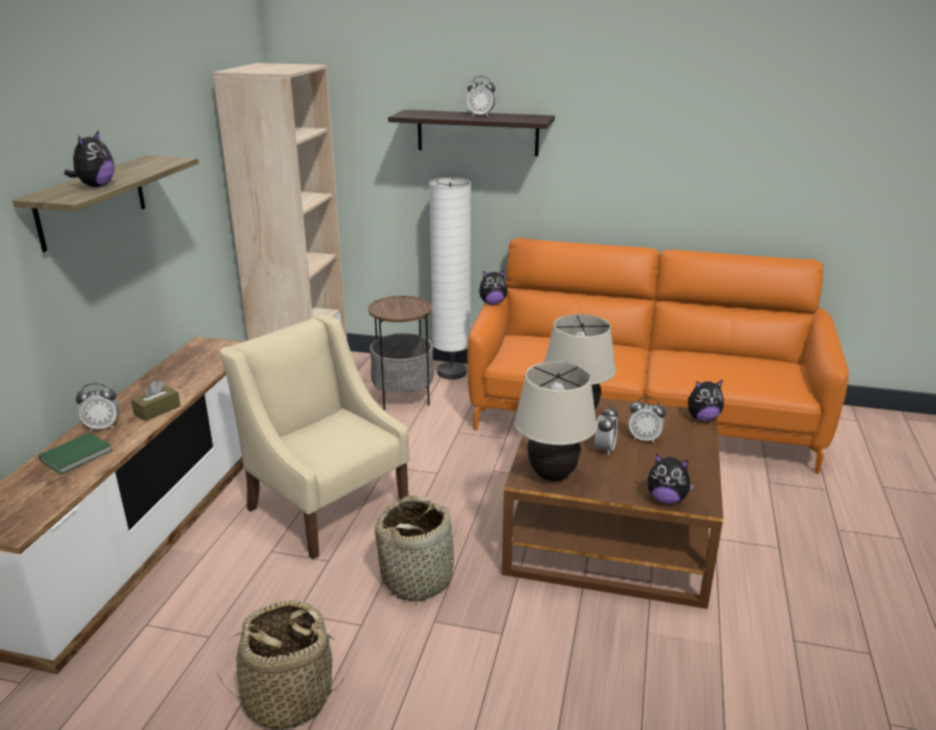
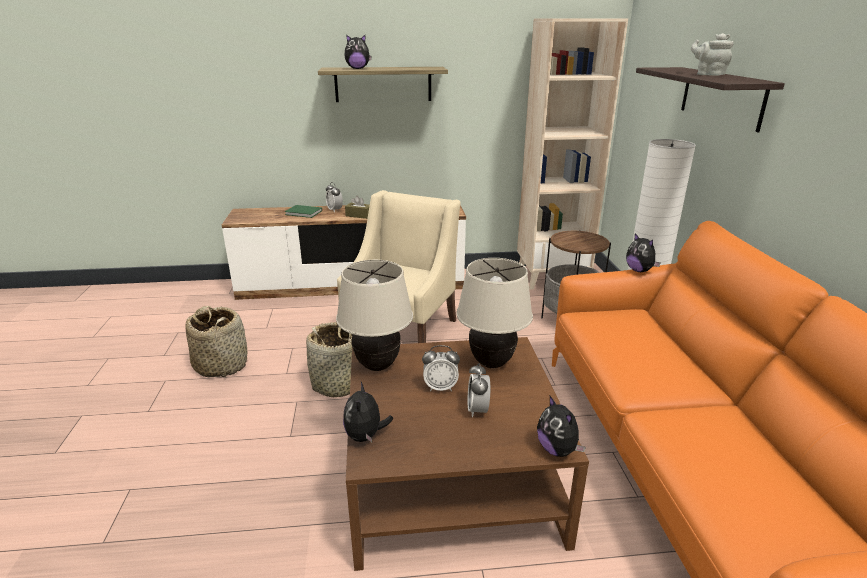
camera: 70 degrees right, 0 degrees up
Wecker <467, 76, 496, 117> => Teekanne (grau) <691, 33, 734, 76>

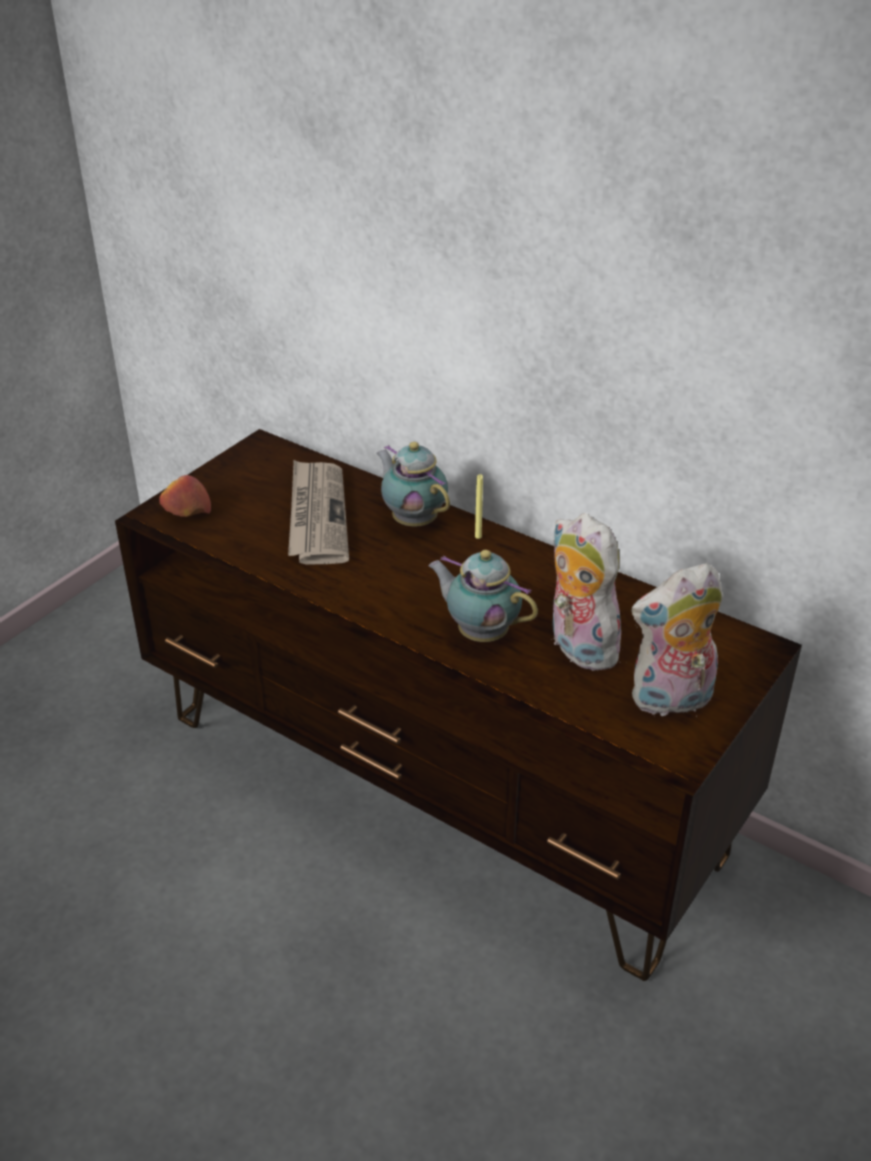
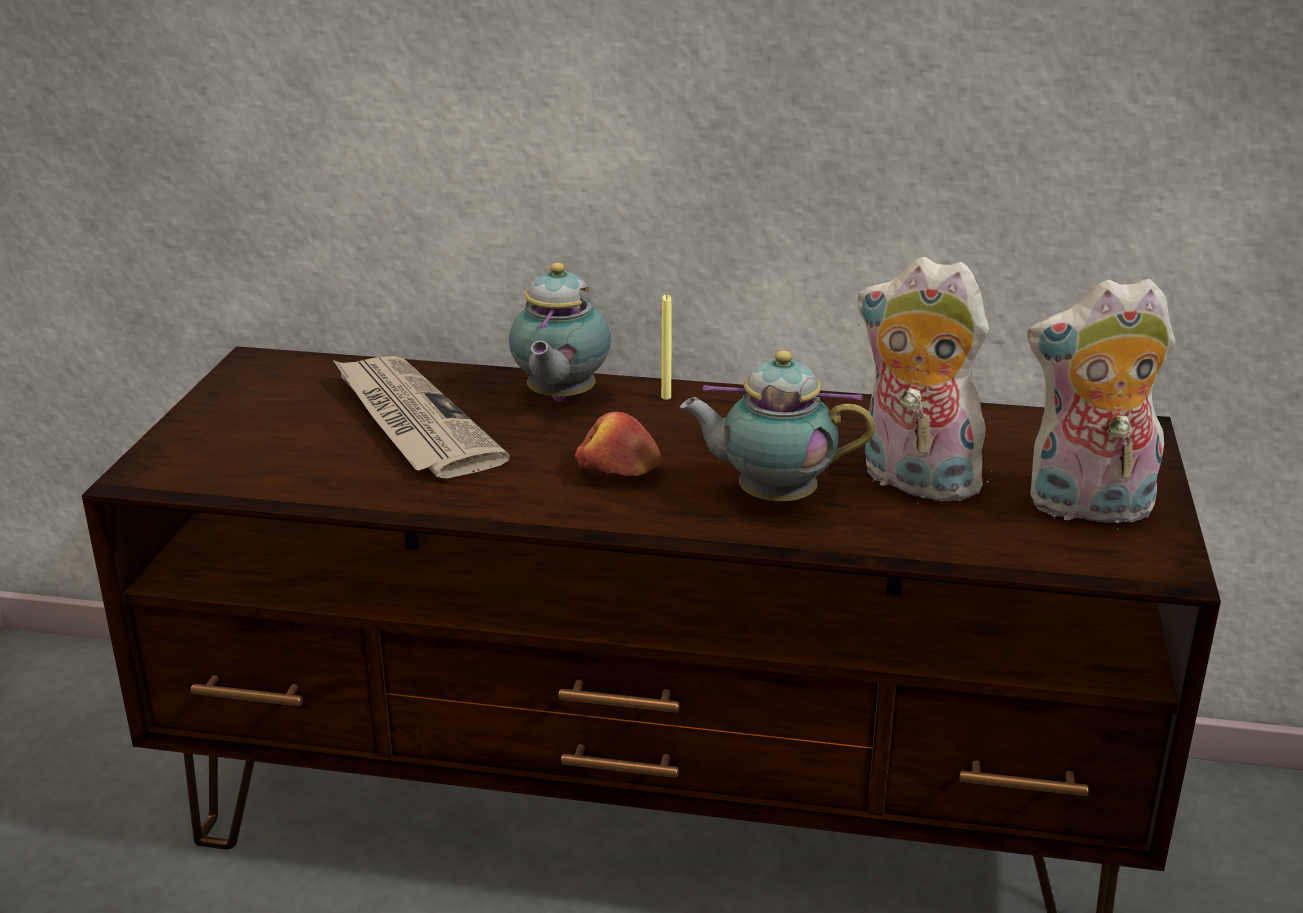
camera: 25 degrees left, 10 degrees down
Apfel <159, 475, 211, 517> => Apfel <575, 412, 662, 476>, move
Teekanne <377, 442, 450, 526> => Teekanne <509, 263, 611, 402>, 105 degrees counterclockwise
Plüschtier <631, 563, 724, 717> => Plüschtier <1027, 278, 1175, 523>, 45 degrees clockwise

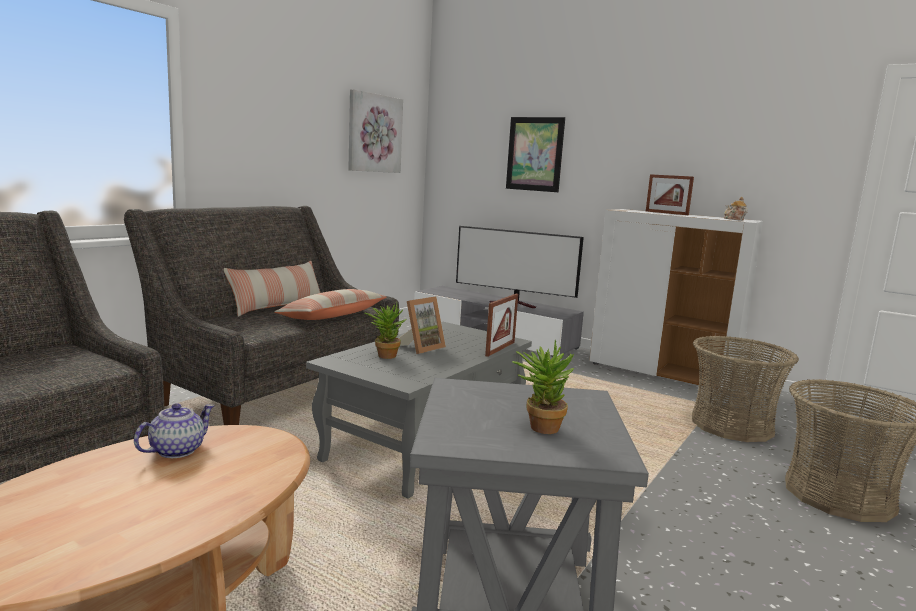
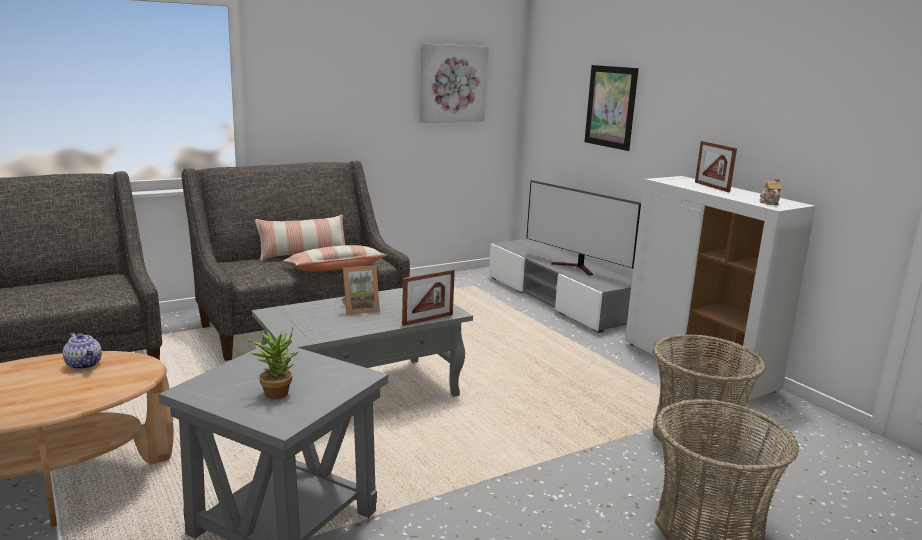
camera: 25 degrees right, 5 degrees up
Topfpflanze <364, 303, 407, 359> => nothing
Teekanne <134, 403, 215, 458> => Teekanne <63, 333, 102, 370>, 75 degrees clockwise

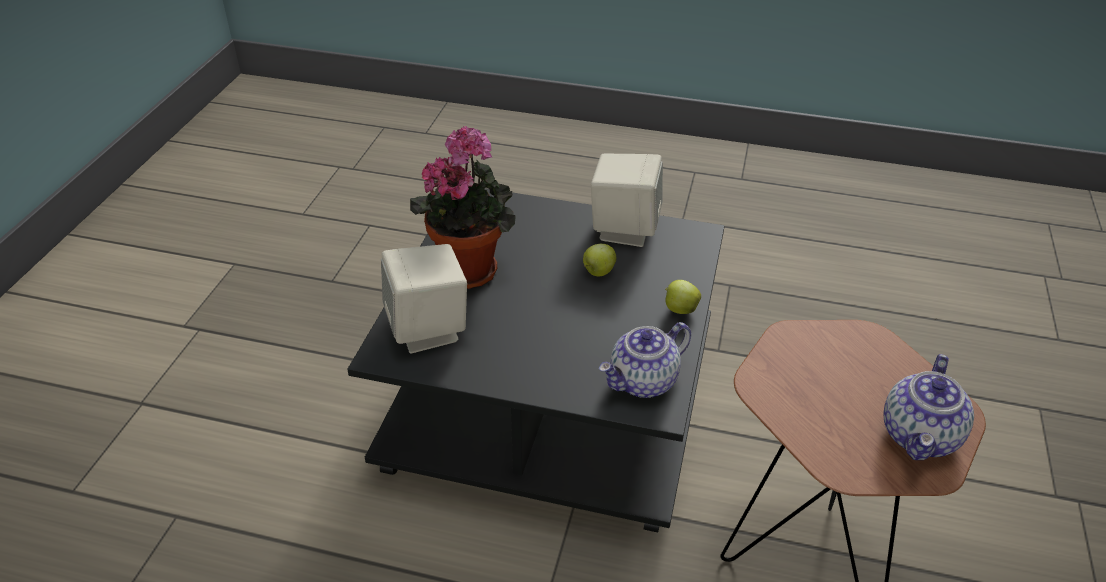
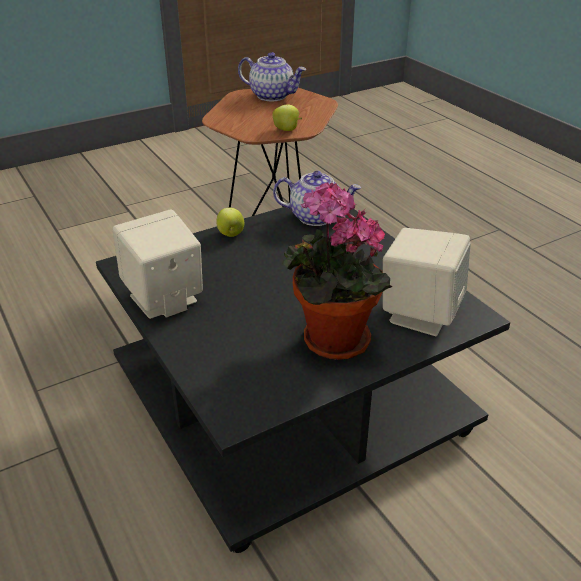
camera: 135 degrees left, 5 degrees down
Apfel <583, 244, 616, 276> => Apfel <272, 104, 302, 131>, move
Teekanne <883, 354, 974, 460> => Teekanne <238, 52, 307, 101>, 45 degrees clockwise

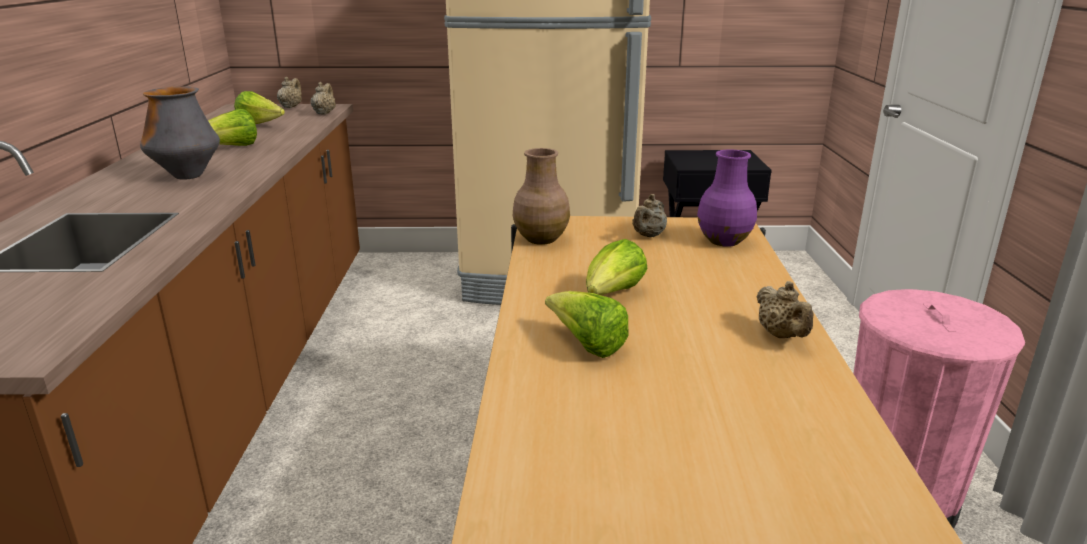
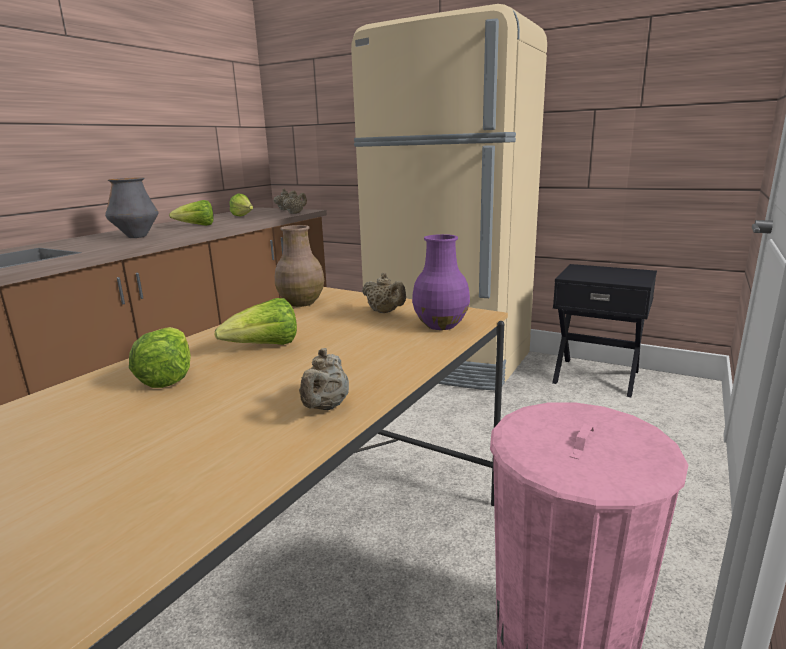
camera: 30 degrees right, 5 degrees down
Teekanne (beige) <632, 194, 667, 237> => Teekanne (beige) <362, 273, 406, 313>, 105 degrees counterclockwise

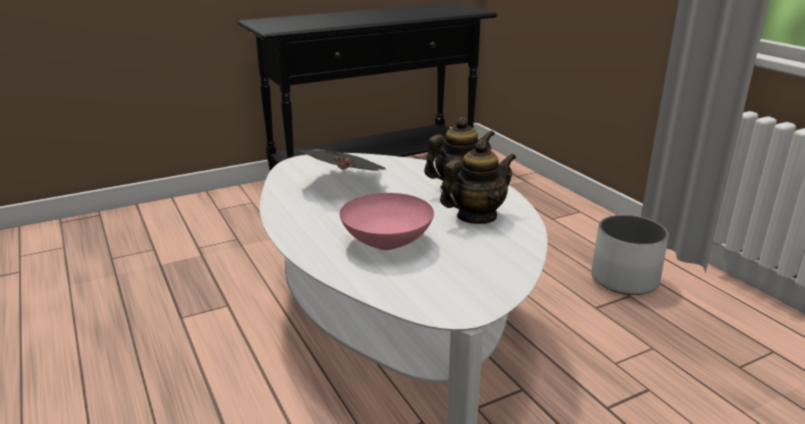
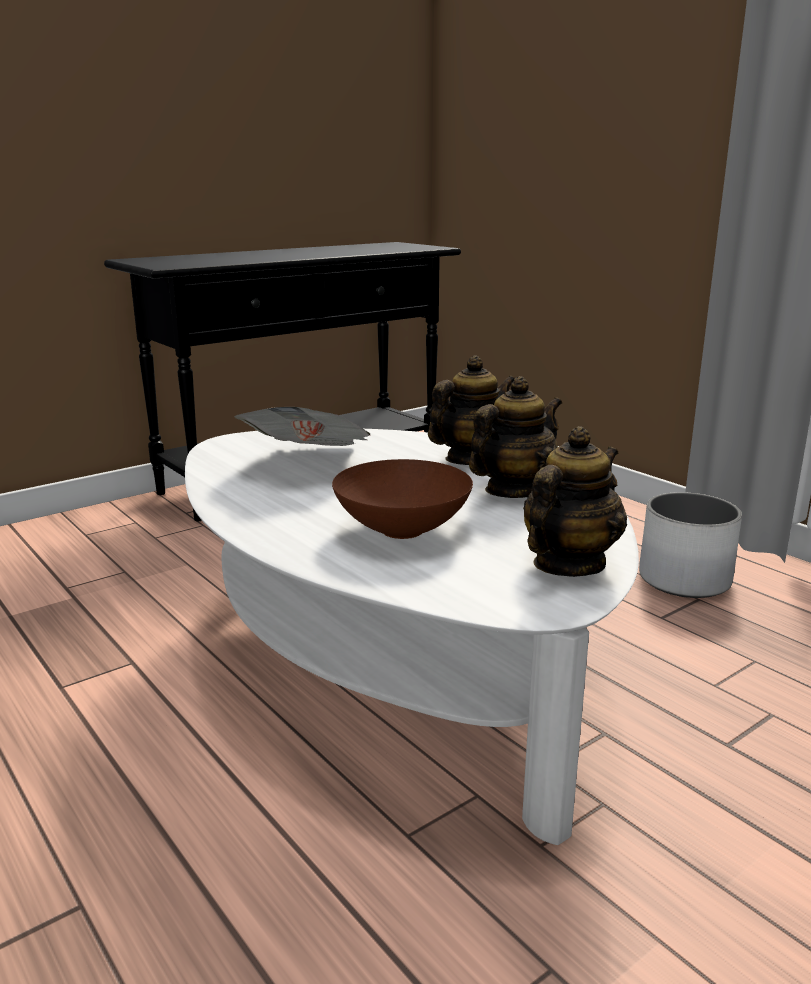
camera: 10 degrees left, 5 degrees down
nothing => Teekanne <523, 426, 627, 577>
Schüssel (rosa) <339, 193, 434, 250> => Schüssel (braun) <332, 459, 473, 539>

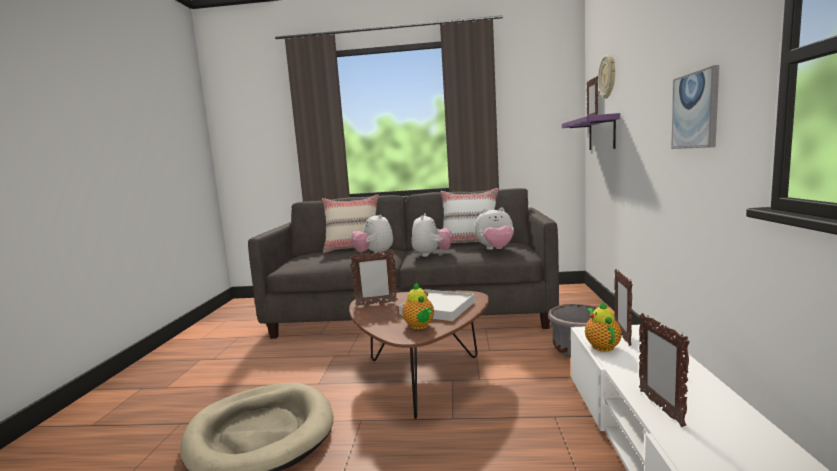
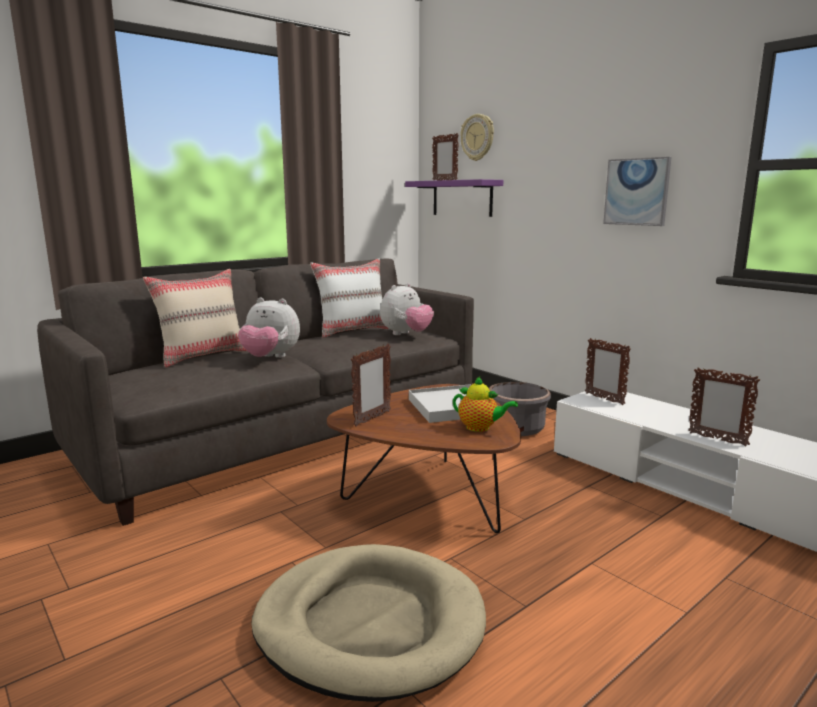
camera: 45 degrees left, 5 degrees up
Plüschtier <411, 213, 452, 257> => nothing
Teekanne <585, 301, 622, 352> => nothing

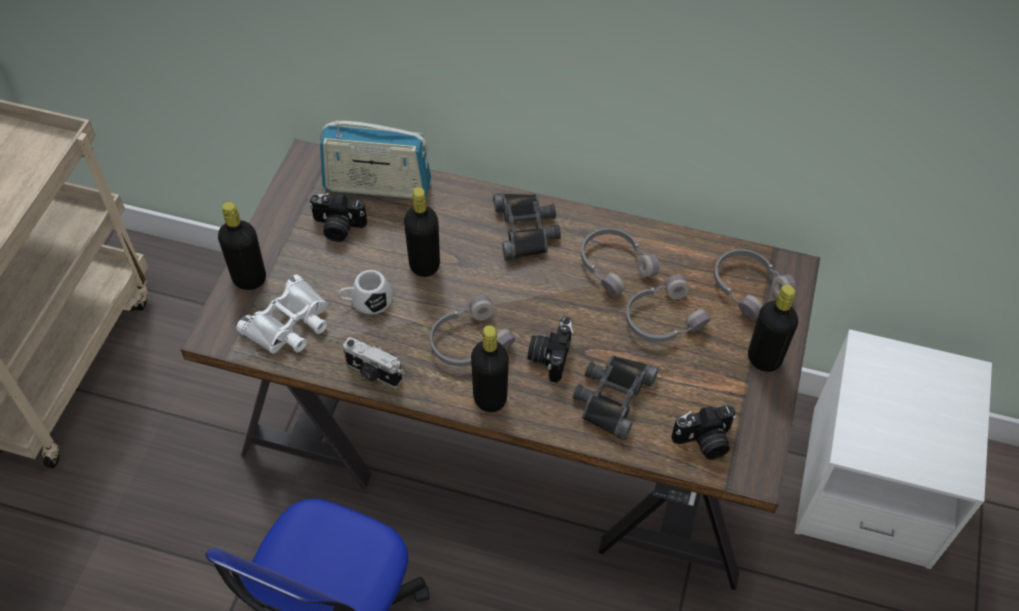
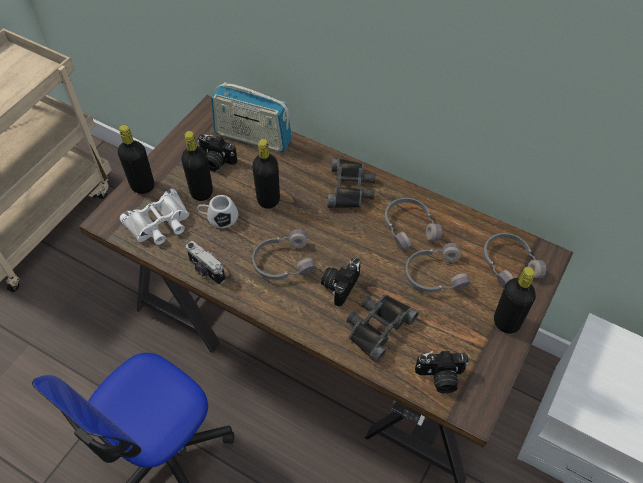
camera: 15 degrees right, 0 degrees up
Flasche (schwarz) <471, 325, 509, 412> => Flasche (schwarz) <181, 131, 213, 201>, move

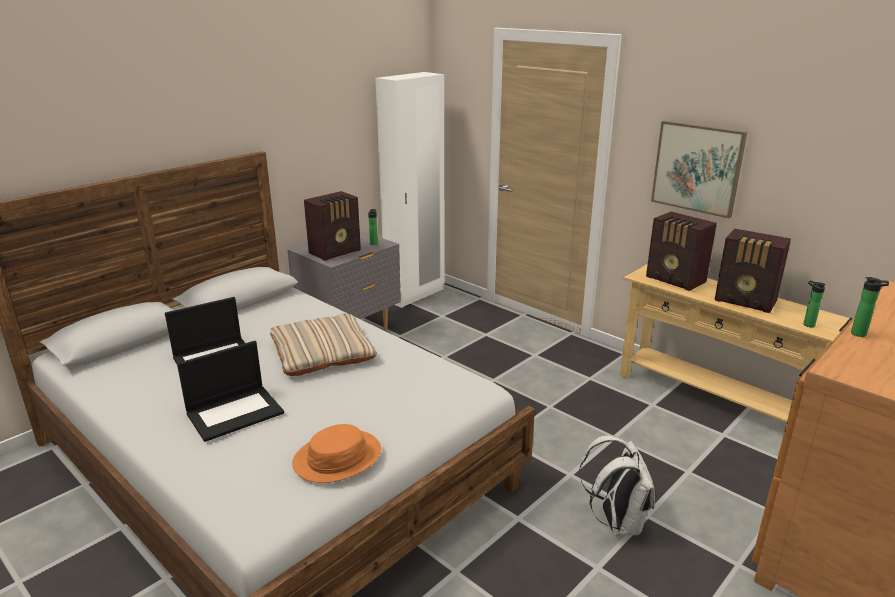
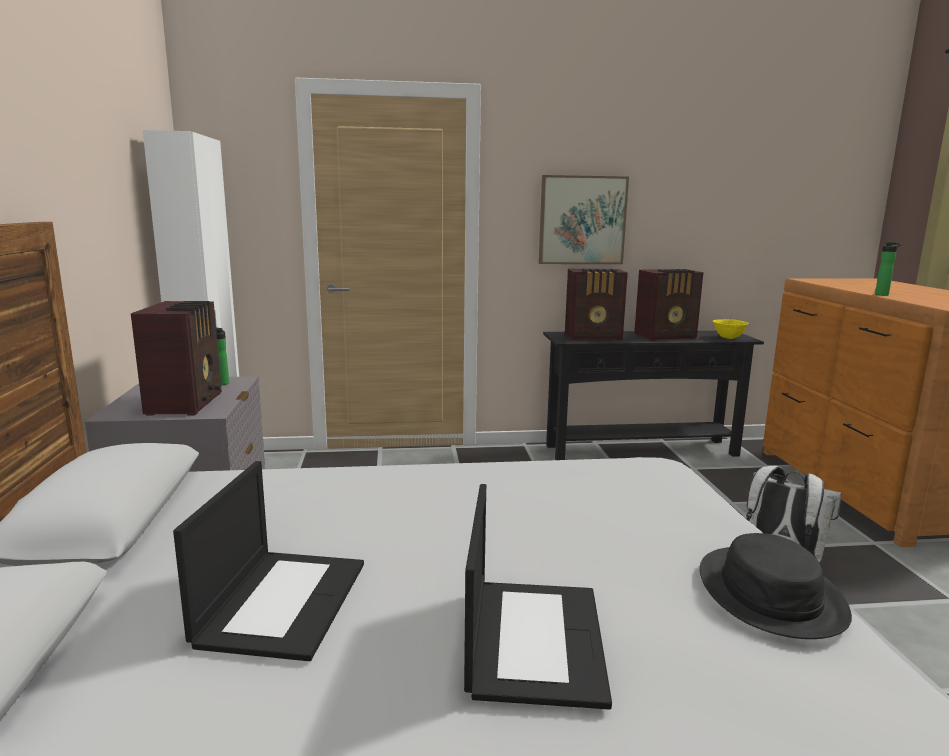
camera: 50 degrees left, 10 degrees down
Kissen (beige) <270, 313, 377, 376> => nothing
Flasche <803, 280, 826, 328> => Schüssel (gelb) <713, 319, 748, 339>
Hut (orange) <292, 424, 381, 483> => Hut (schwarz) <700, 533, 852, 639>
Konsolentisch (beige) <620, 264, 850, 423> => Konsolentisch (schwarz) <543, 331, 764, 460>

